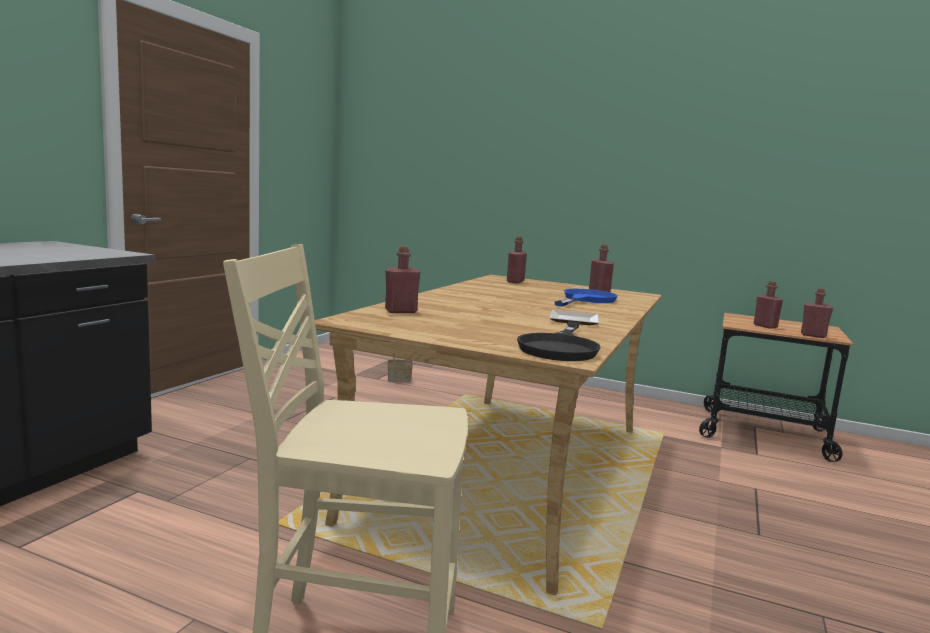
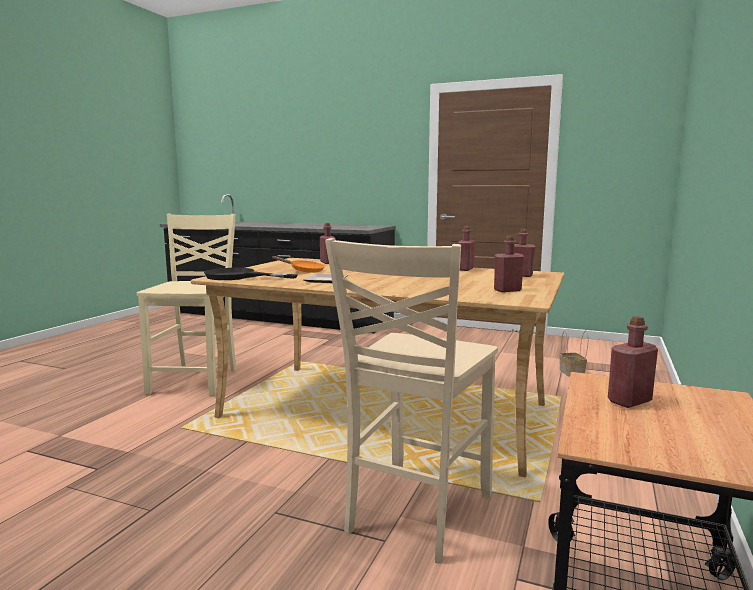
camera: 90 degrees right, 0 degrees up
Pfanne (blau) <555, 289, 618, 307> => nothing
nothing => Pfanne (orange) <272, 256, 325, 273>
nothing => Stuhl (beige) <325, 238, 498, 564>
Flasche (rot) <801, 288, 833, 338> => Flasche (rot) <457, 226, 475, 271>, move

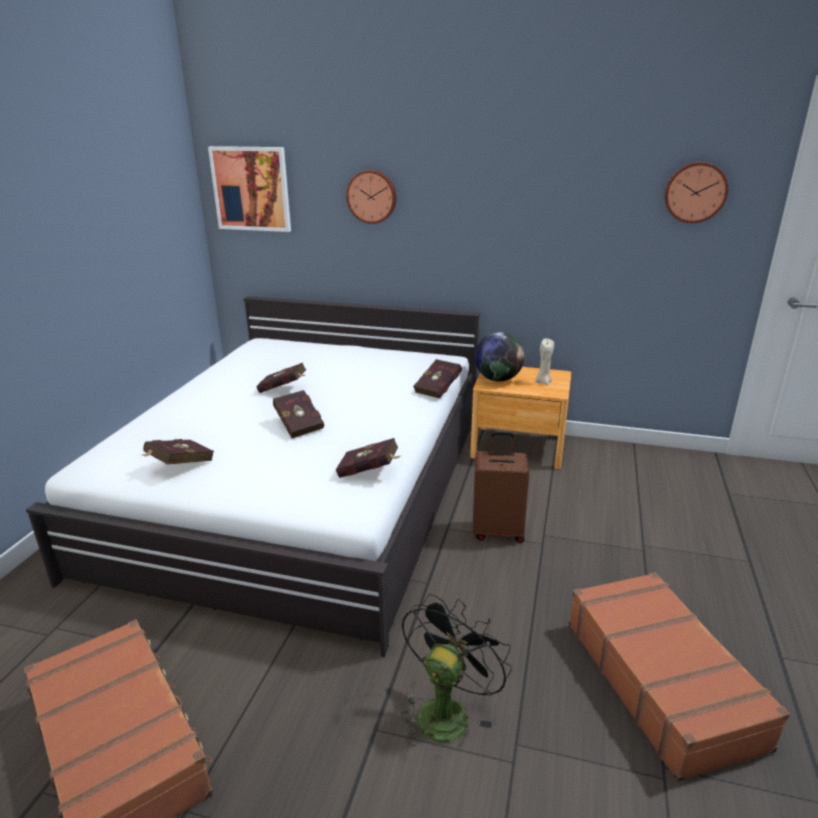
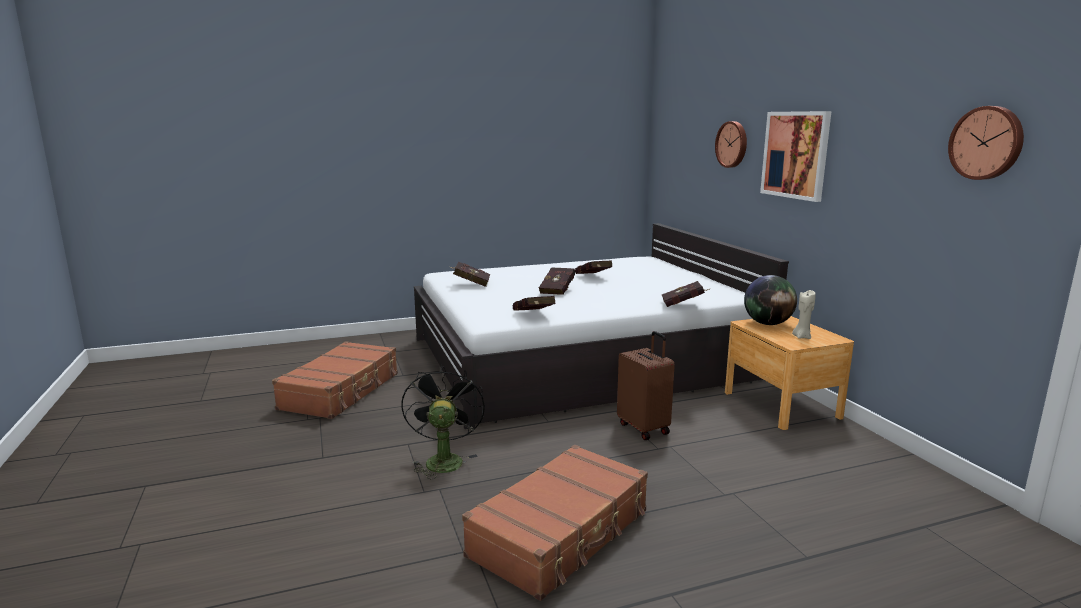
camera: 55 degrees right, 10 degrees down
Bild <208, 146, 291, 232> => Bild <760, 111, 831, 202>, move
Ventilator (schwarz) <400, 594, 512, 746> => Ventilator (schwarz) <401, 365, 485, 479>, 90 degrees counterclockwise

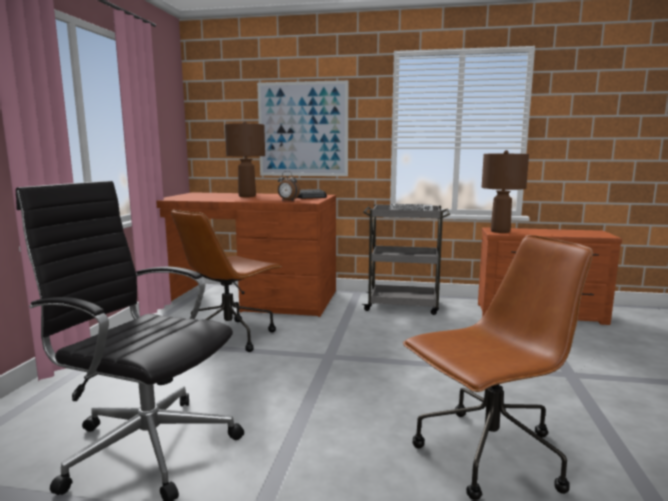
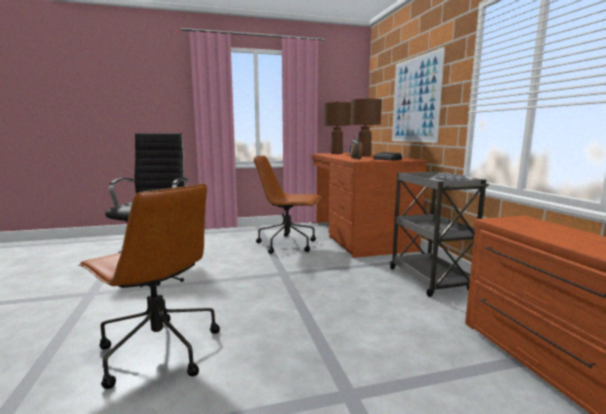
camera: 65 degrees right, 0 degrees up
Tischlampe (braun) <482, 150, 529, 233> => Tischlampe (braun) <324, 101, 351, 154>, move

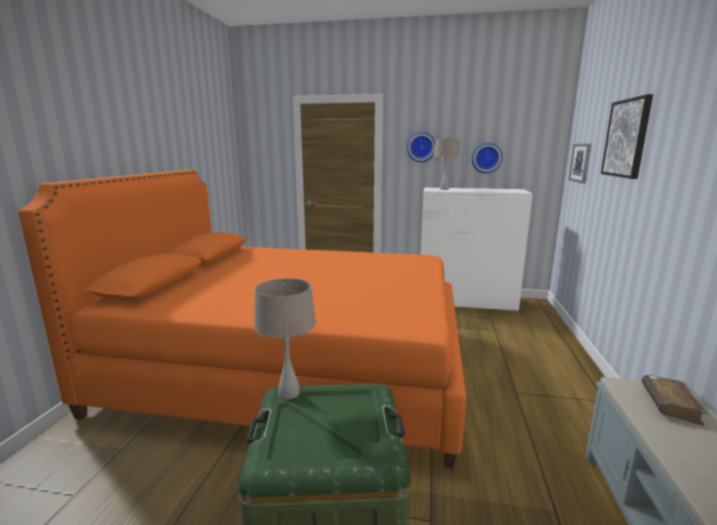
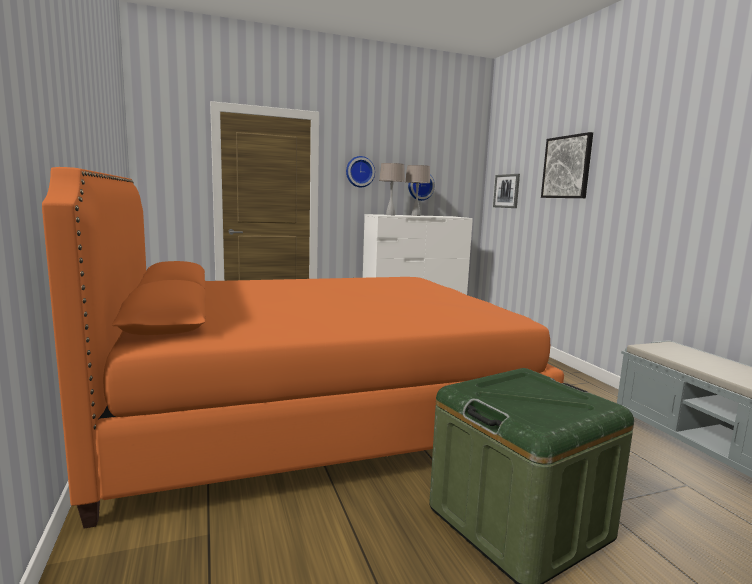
camera: 30 degrees left, 5 degrees down
Buch (braun) <642, 375, 708, 425> => nothing
Tischlampe (beige) <254, 278, 316, 399> => Tischlampe (beige) <405, 164, 430, 216>, move

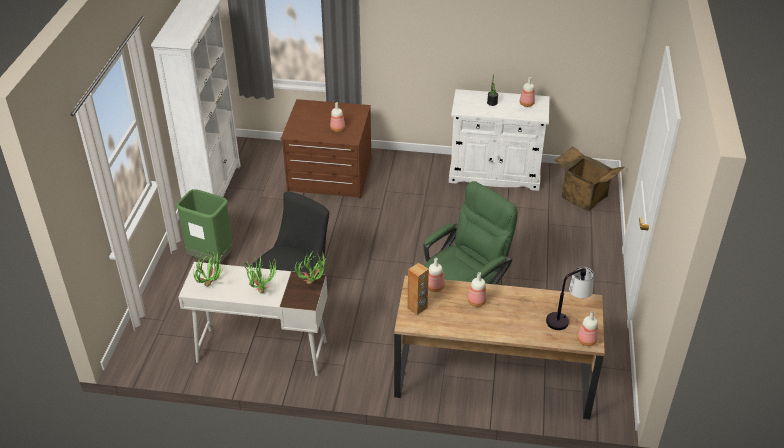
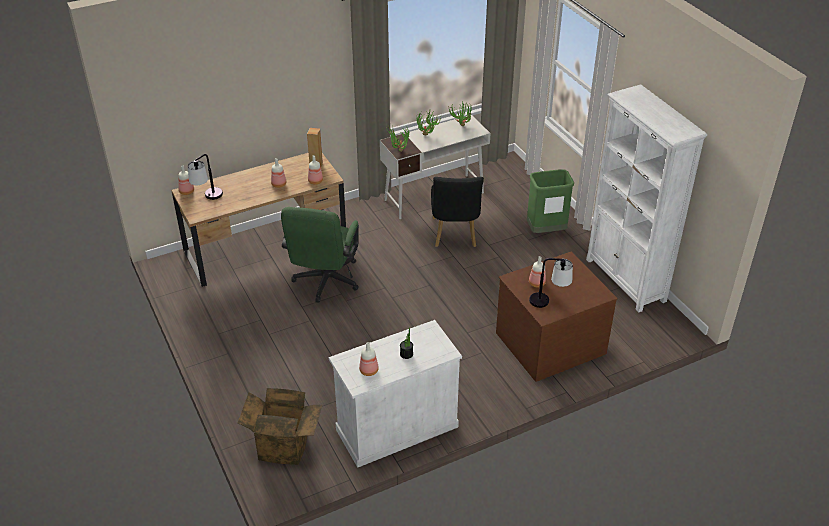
camera: 145 degrees right, 0 degrees up
nothing => Tischlampe <529, 258, 573, 308>

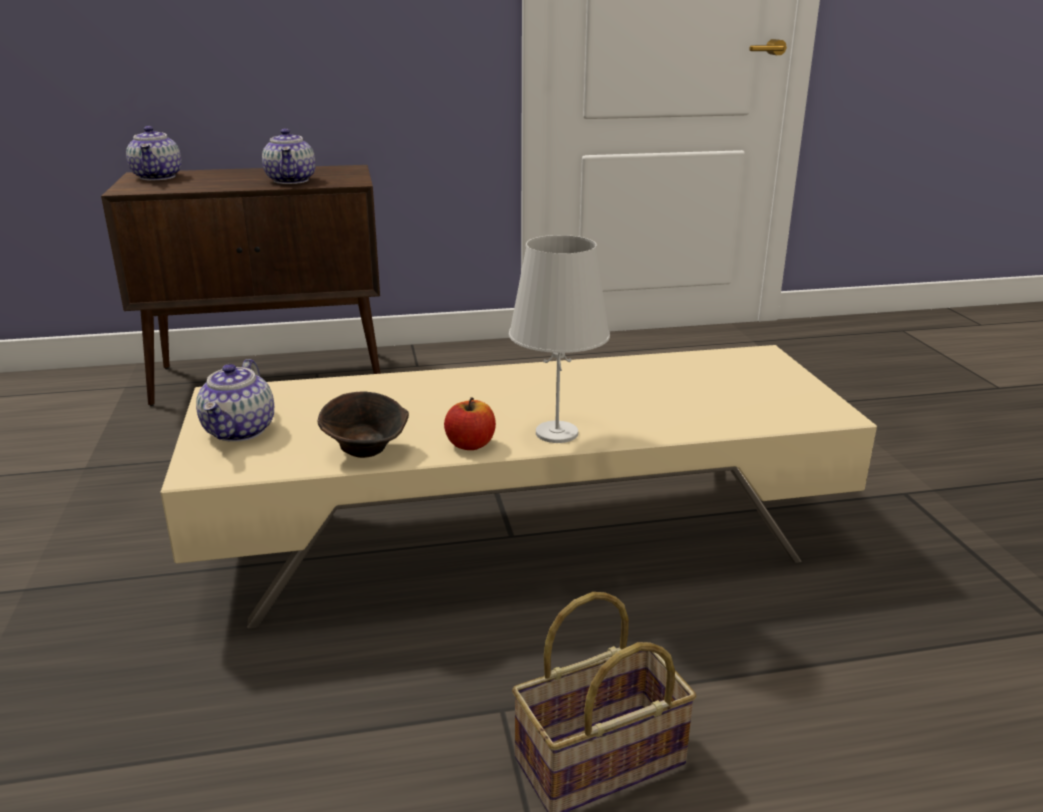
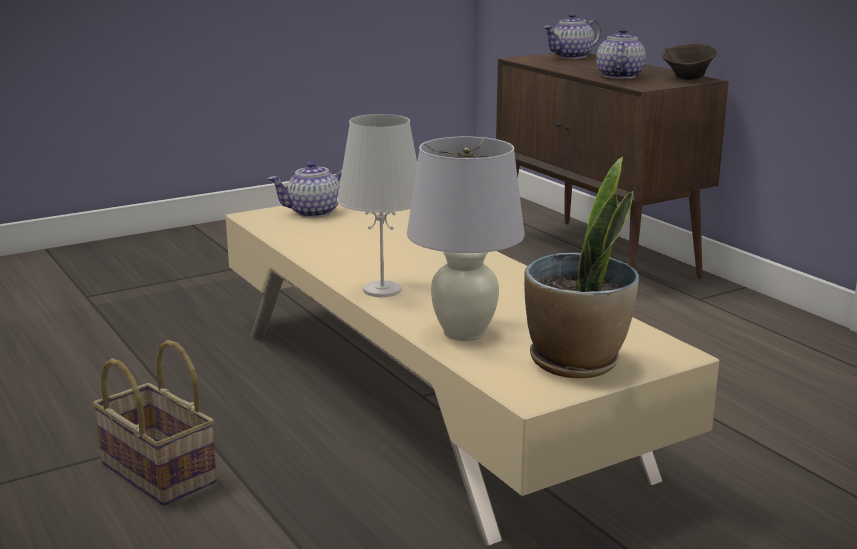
camera: 70 degrees right, 5 degrees down
Apfel <444, 397, 496, 450> => nothing
nothing => Tischlampe (weiß) <407, 137, 525, 341>
nothing => Topfpflanze <524, 157, 639, 378>
Schüssel (braun) <317, 392, 409, 458> => Schüssel (braun) <662, 43, 717, 80>, move
Teekanne <262, 129, 316, 184> => Teekanne <596, 28, 646, 79>, 135 degrees clockwise

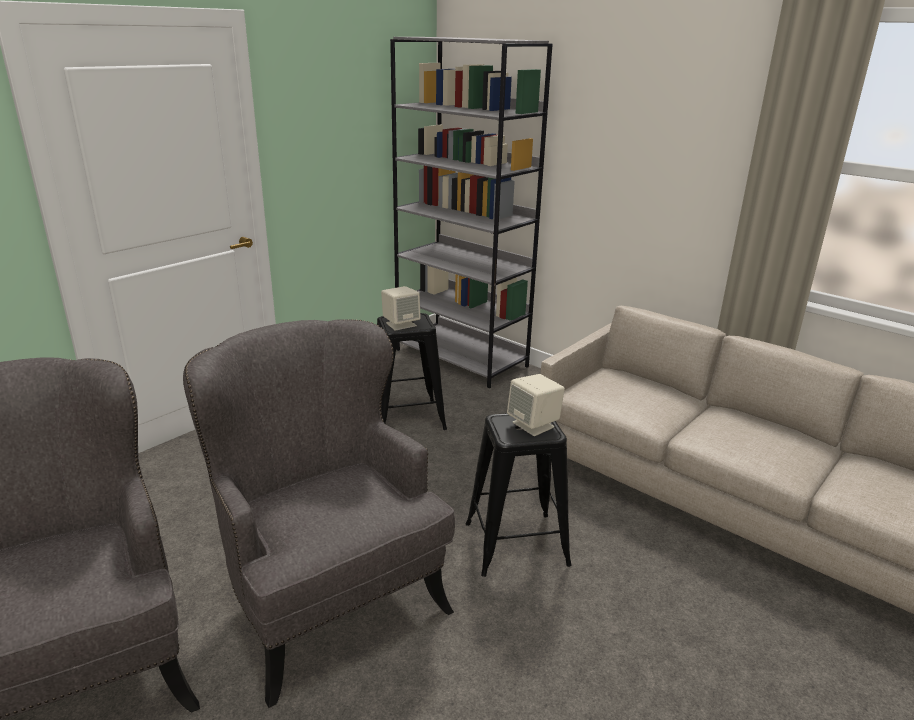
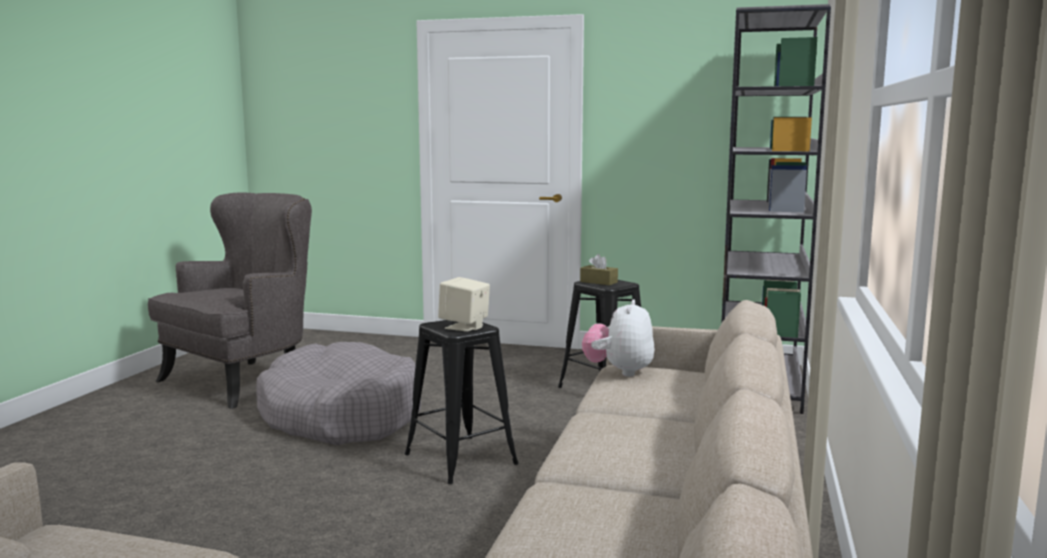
camera: 65 degrees right, 15 degrees down
nothing => Plüschtier <582, 299, 655, 377>
Sessel (grau) <183, 319, 455, 708> => Hundebett (grau) <256, 342, 421, 445>
Lautsprecher (beige) <381, 286, 421, 331> => Taschentuchbox (braun) <580, 254, 618, 285>

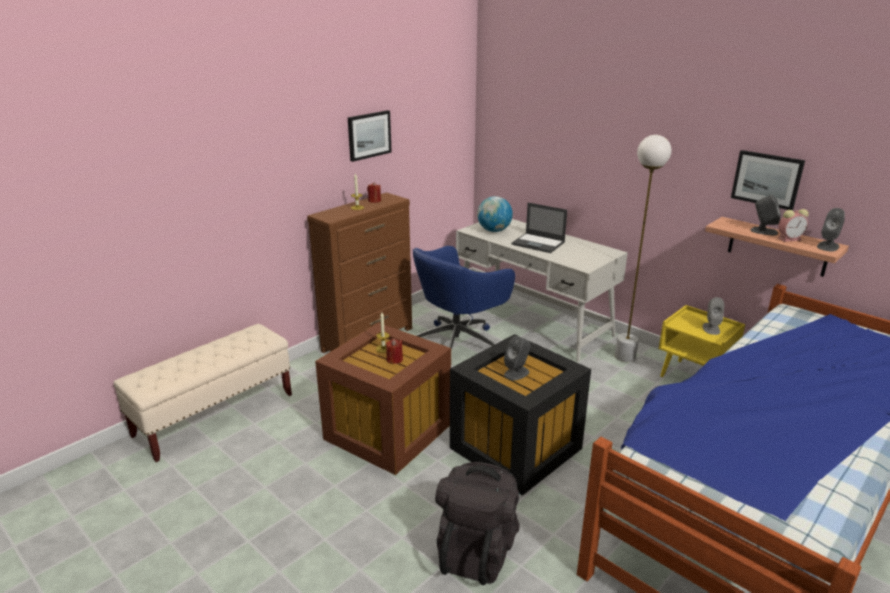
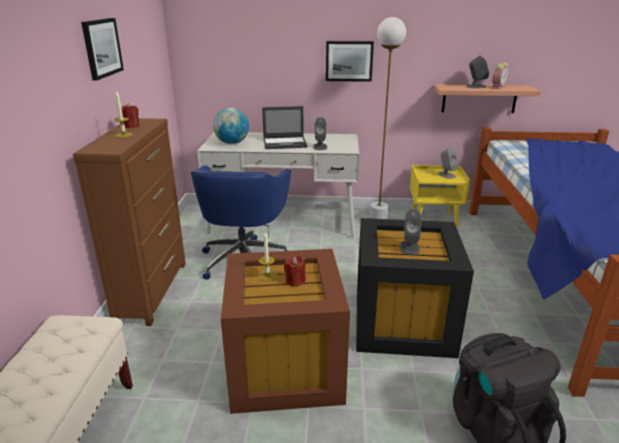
camera: 40 degrees left, 0 degrees up
Bild <731, 150, 805, 210> => Bild <326, 41, 374, 82>, move
Lautsprecher (grau) <817, 208, 845, 251> => Lautsprecher (grau) <313, 117, 327, 150>, move

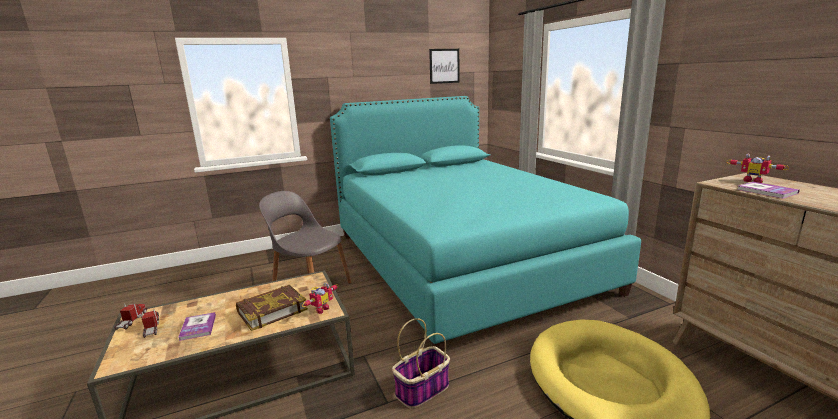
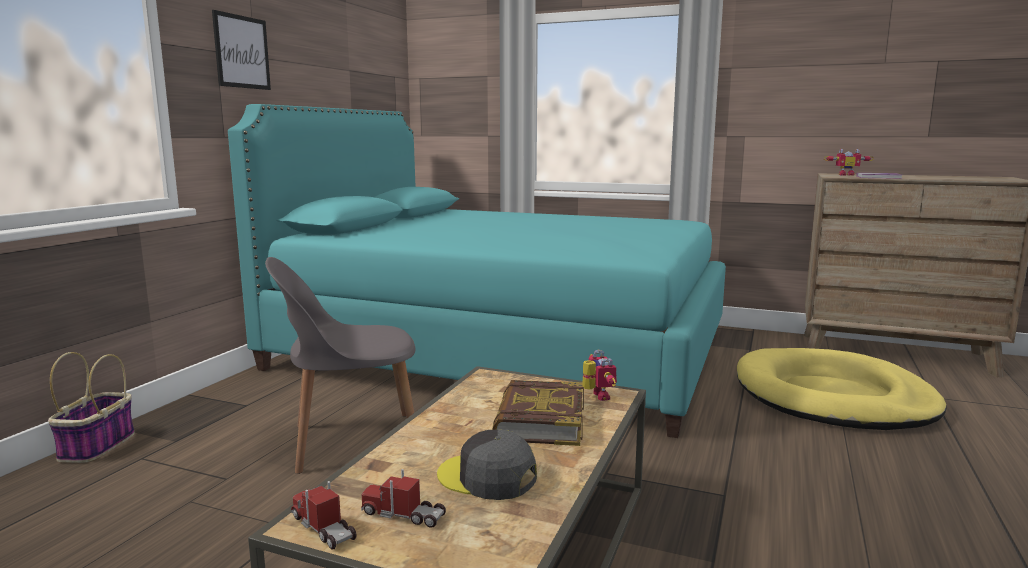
camera: 45 degrees left, 5 degrees down
Korb <392, 318, 450, 408> => Korb <48, 352, 135, 463>, move
Bild <429, 49, 460, 84> => Bild <212, 10, 271, 90>, move
Buch <179, 312, 216, 341> => Kappe (grau) <437, 430, 537, 500>

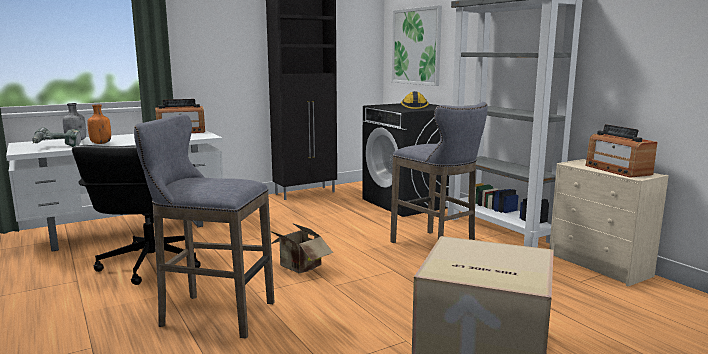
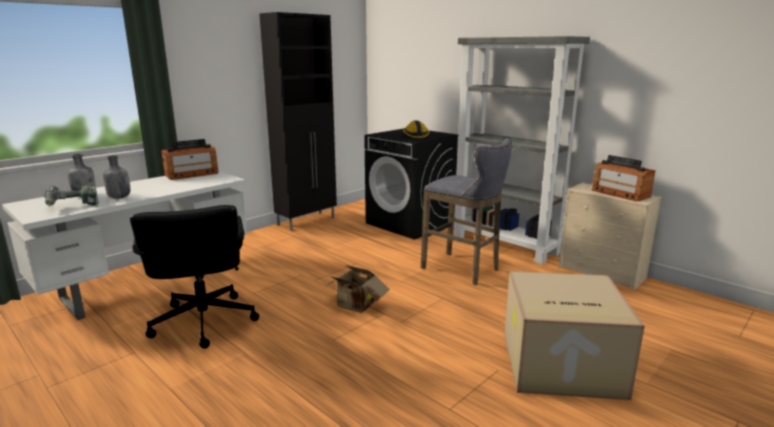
camera: 15 degrees left, 5 degrees up
Hocker (grau) <134, 114, 274, 339> => nothing
Bild <392, 5, 442, 86> => nothing
Flasche (orange) <87, 105, 111, 144> => Flasche (grau) <103, 156, 130, 199>

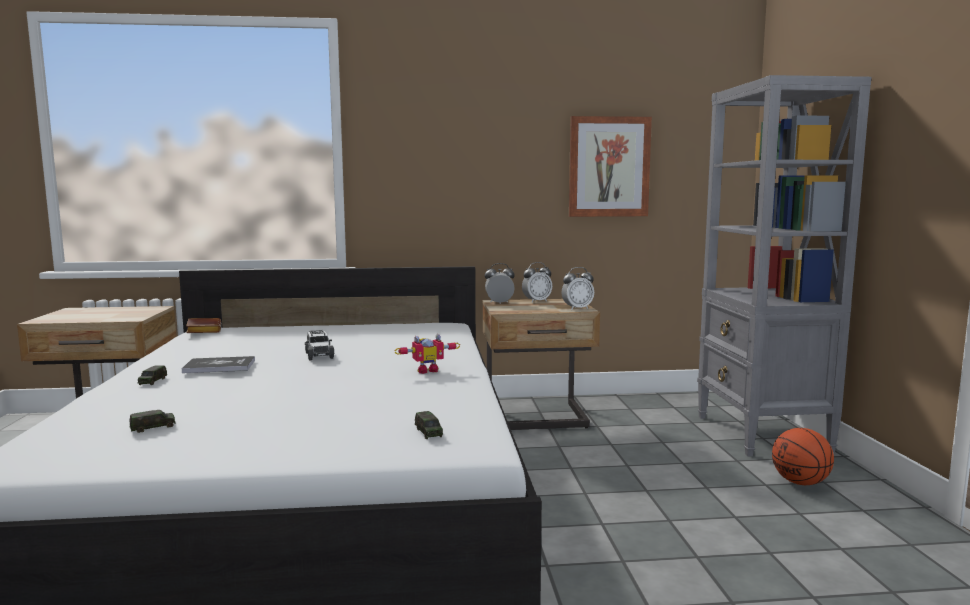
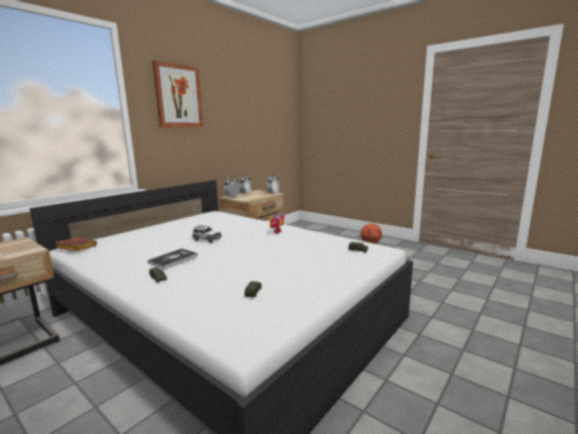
camera: 45 degrees left, 5 degrees up
Bücherregal (grau) <697, 75, 871, 456> => nothing
Bild <569, 116, 652, 217> => Bild <152, 61, 203, 127>, move

